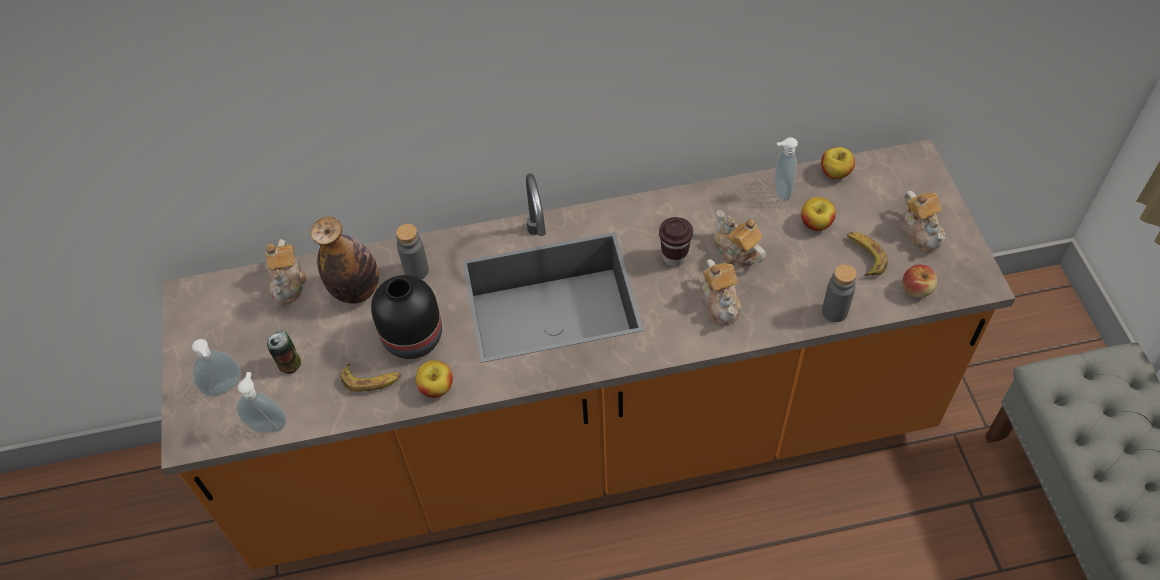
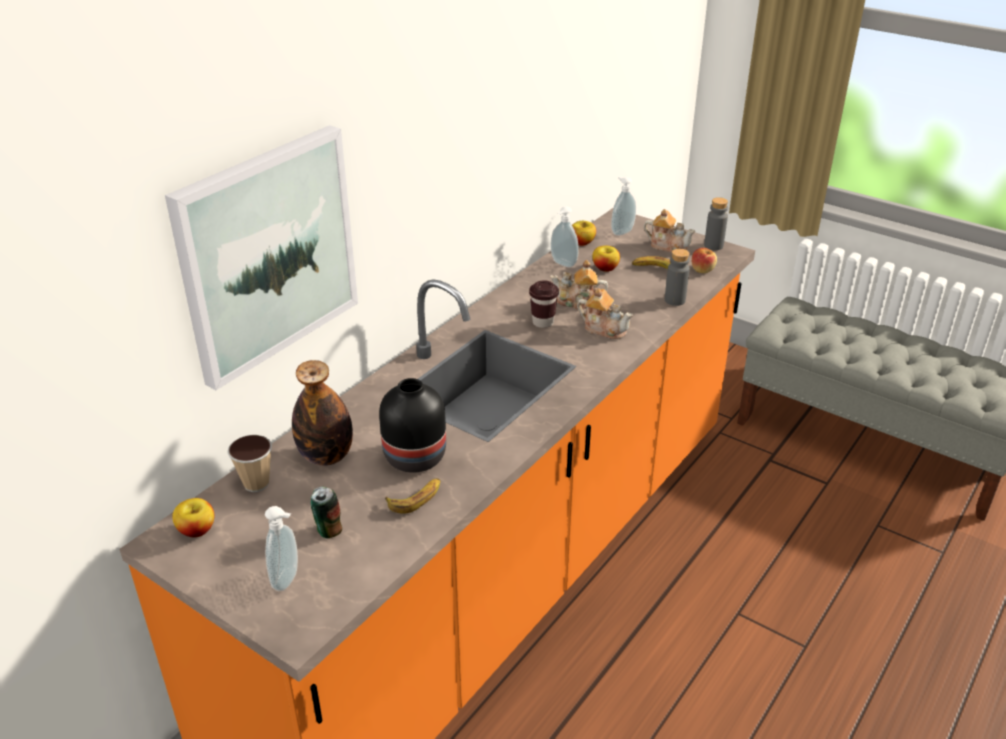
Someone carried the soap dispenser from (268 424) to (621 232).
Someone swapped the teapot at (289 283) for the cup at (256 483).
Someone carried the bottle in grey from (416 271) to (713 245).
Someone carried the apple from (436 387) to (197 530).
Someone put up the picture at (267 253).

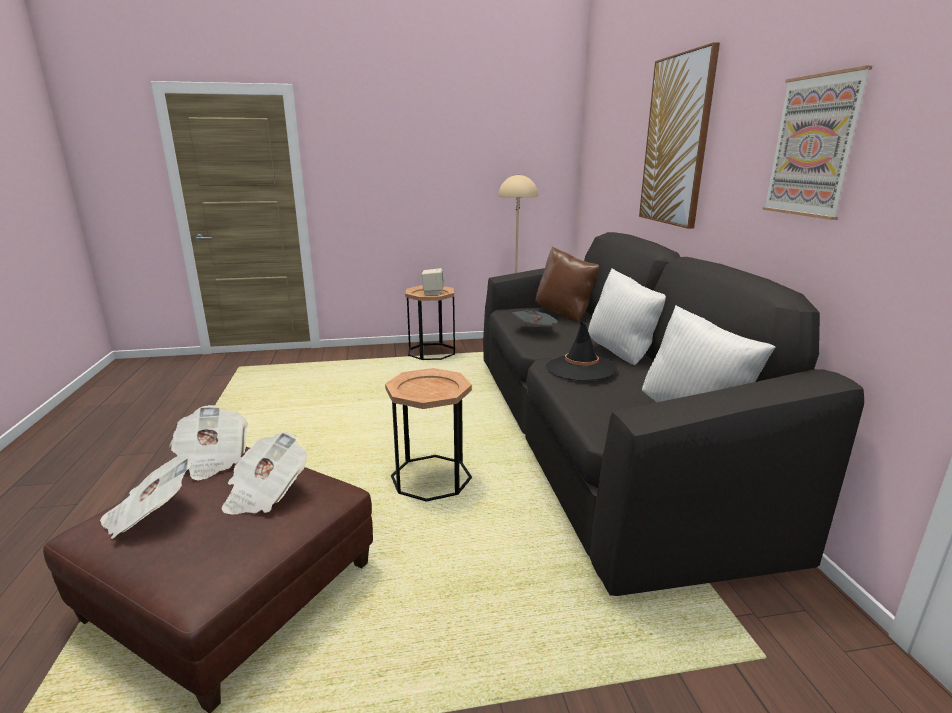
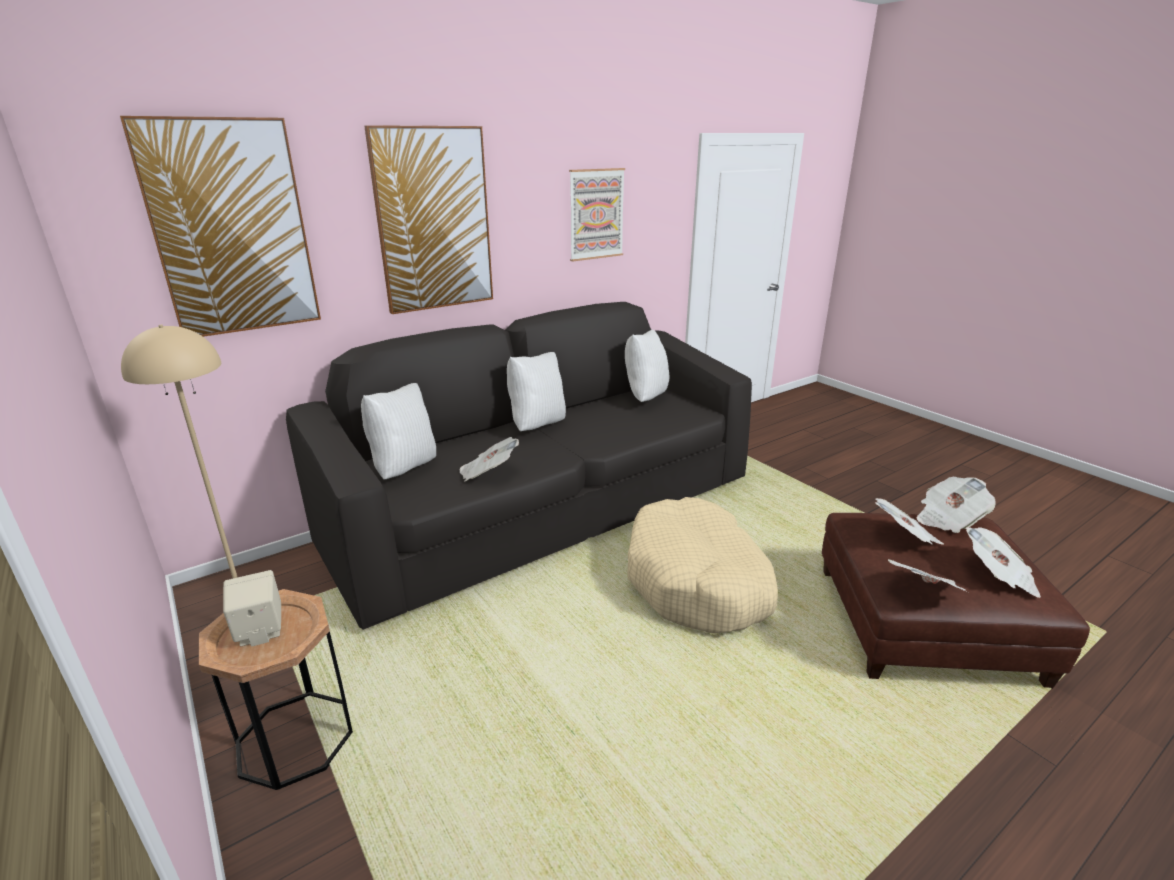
Someone swapped the side table in brown at (431 478) for the dog bed in beige at (697 581).
Someone repainted the pillow in brown at (565 315), which became the pillow in white at (404 468).
Someone took away the hat in black at (580 368).
Someone put up the picture at (231 229).
Someone put down the newspaper at (948 519).

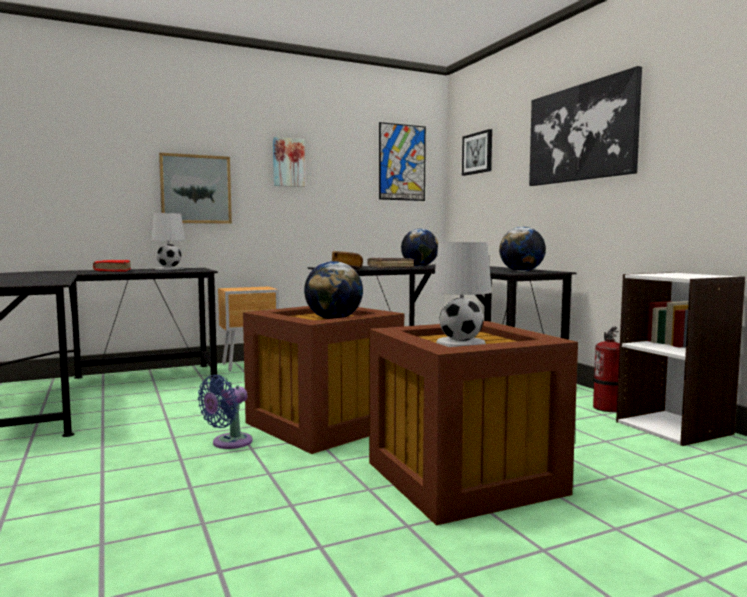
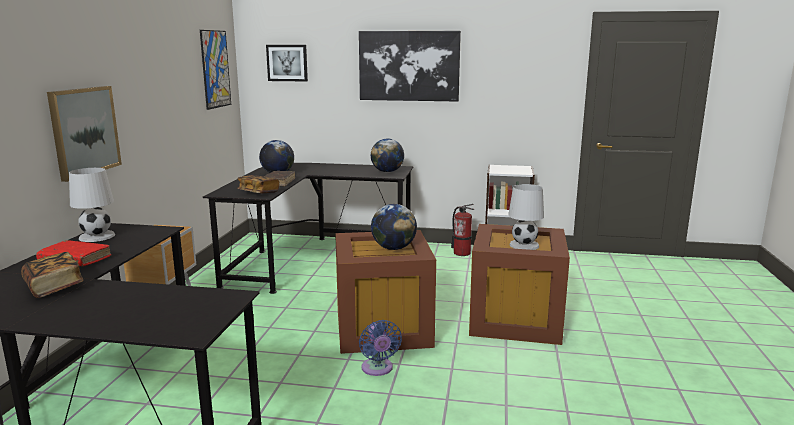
Someone took away the picture at (288 162).
Someone put down the book at (54 287).

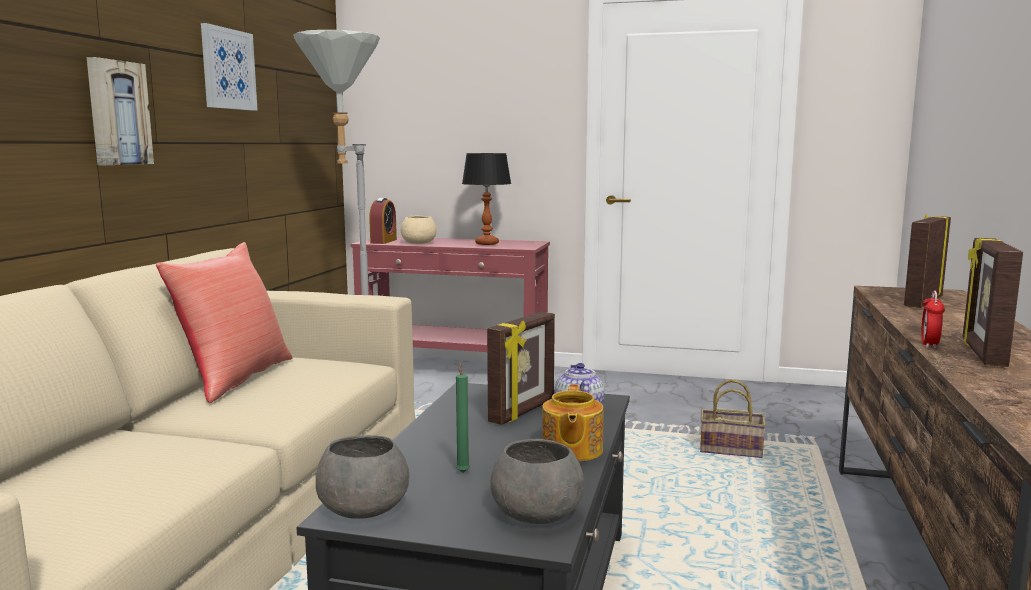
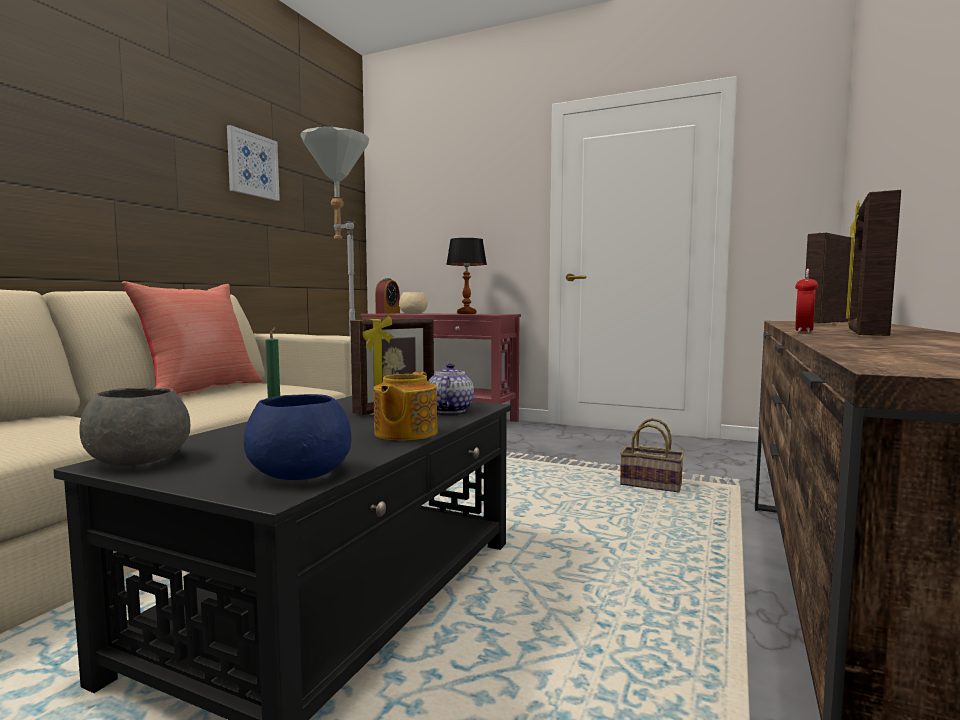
Someone took away the picture at (117 113).
Someone repainted the bowl in grey at (539 513), which became the bowl in blue at (302 473).

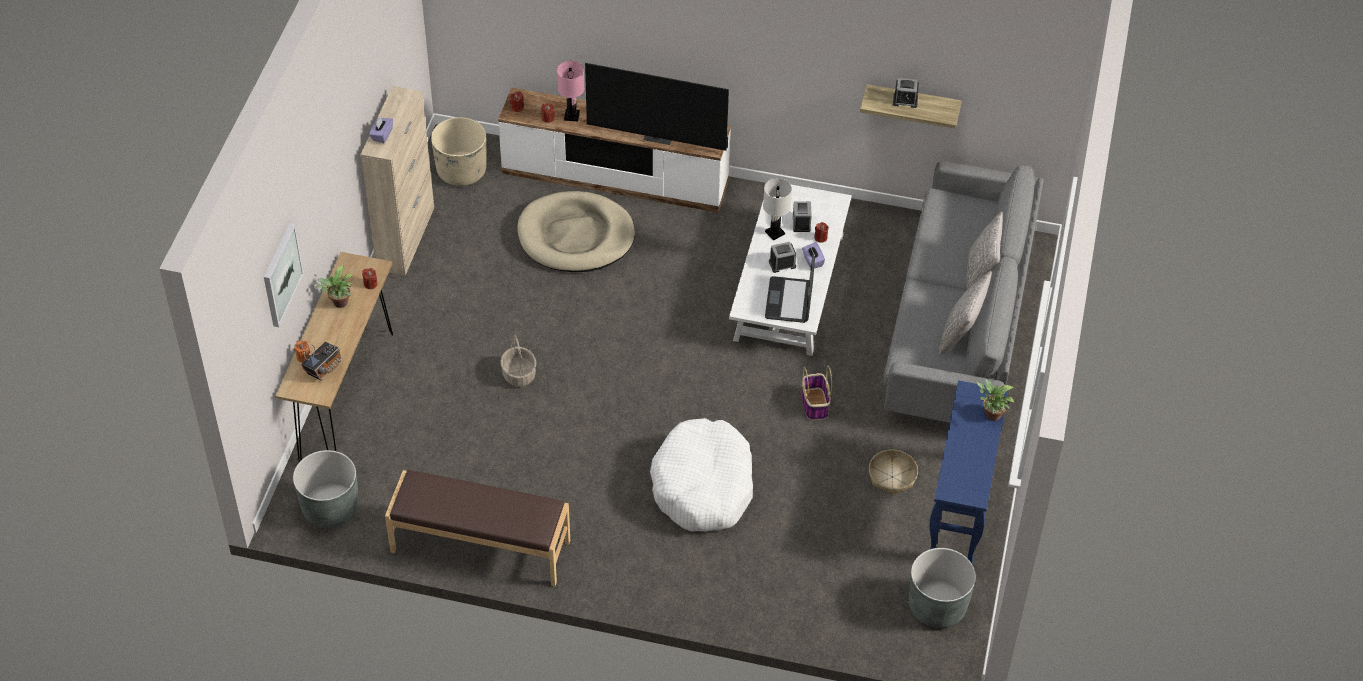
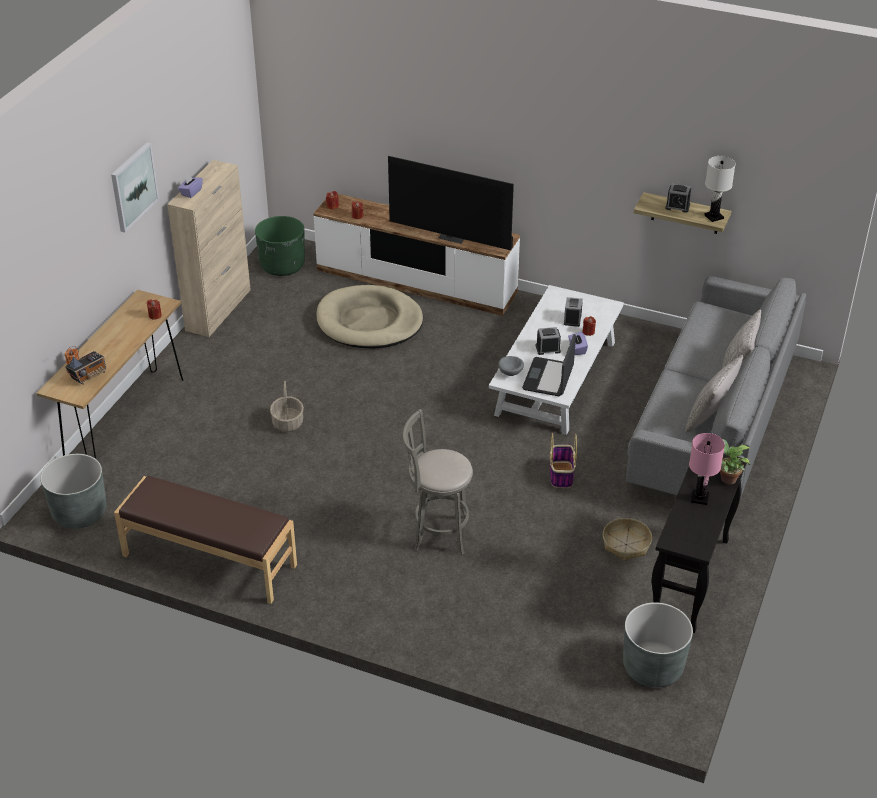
Someone carried the picture from (281 274) to (133 186).
Someone took away the potted plant at (339 303).
Someone repainted the planter in beige at (461 171), which became the planter in green at (282 266).
Someone carried the table lamp in pink from (571 116) to (699 498).
Someone swapped the dog bed in white at (703 486) for the stool in grey at (438 532).
Someone carried the table lamp in white from (775 233) to (714 217).
Someone repainted the console table in blue at (960 509), which became the console table in black at (690 580).
Someone put down the bowl in grey at (511 372).

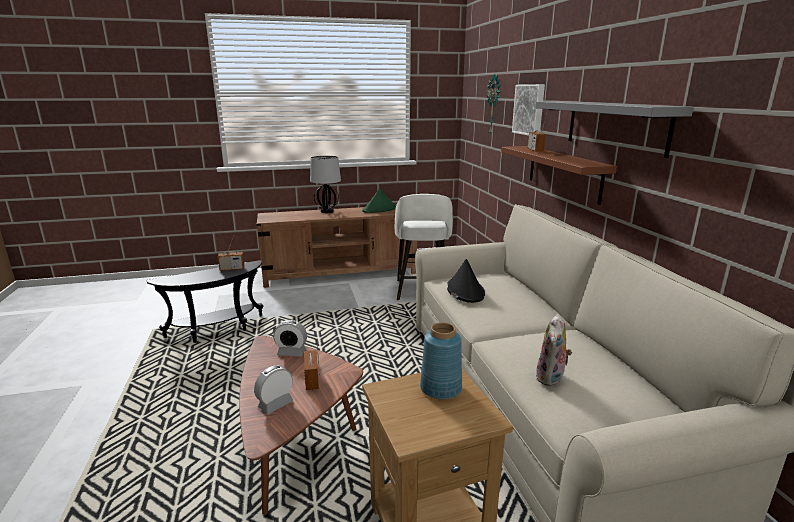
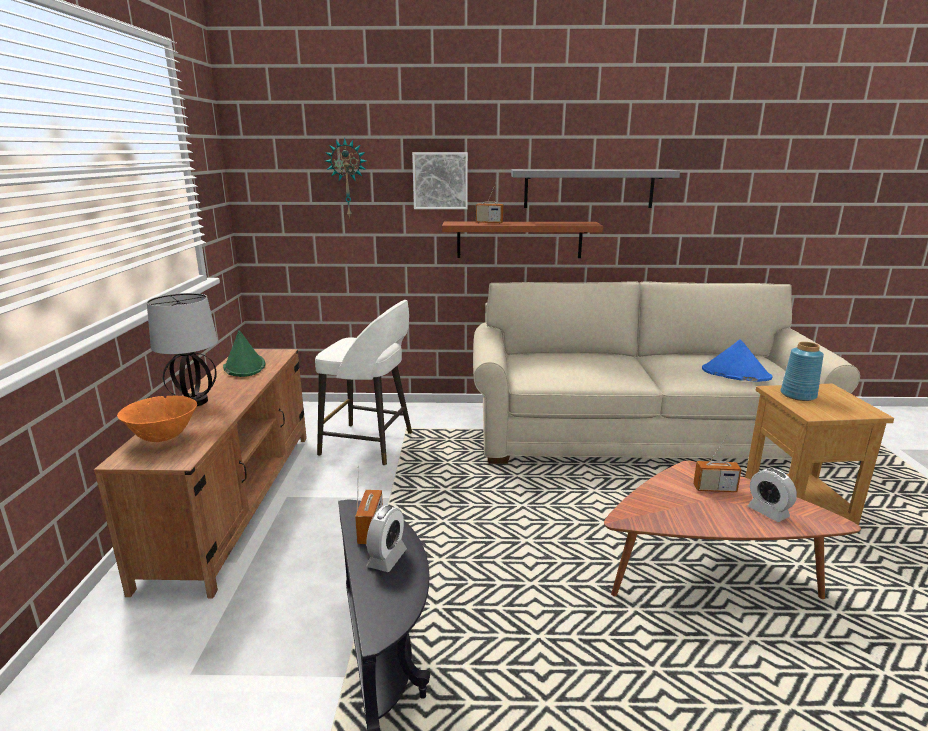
Someone carried the alarm clock from (291 352) to (387 558).
Someone took away the hat in black at (465 291).
Someone swapped the plush toy at (551 378) for the hat in blue at (735 374).
Someone put down the bowl in orange at (163 438).

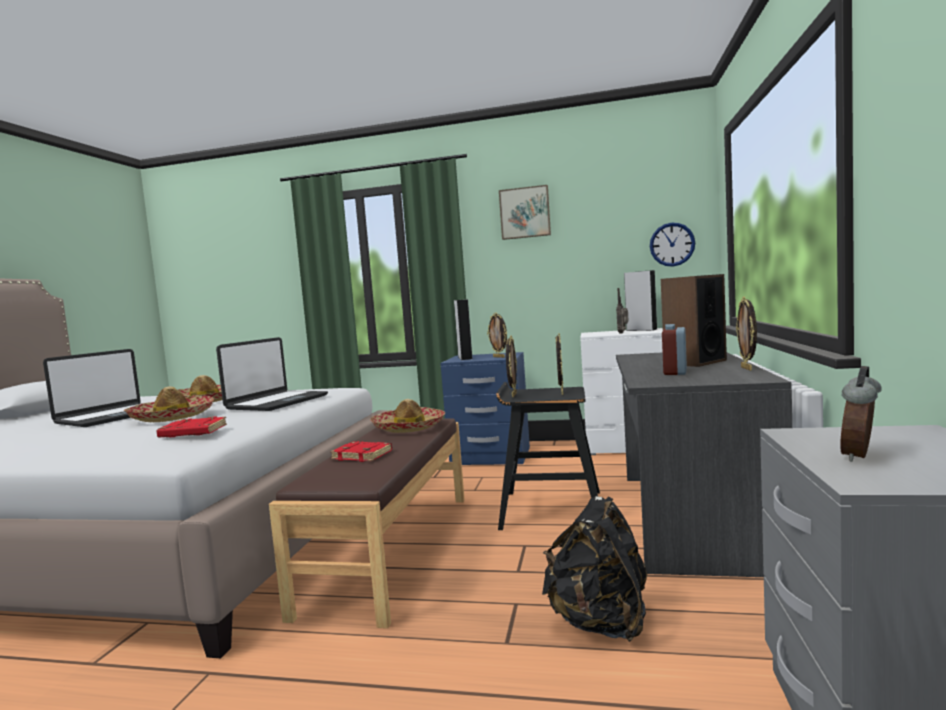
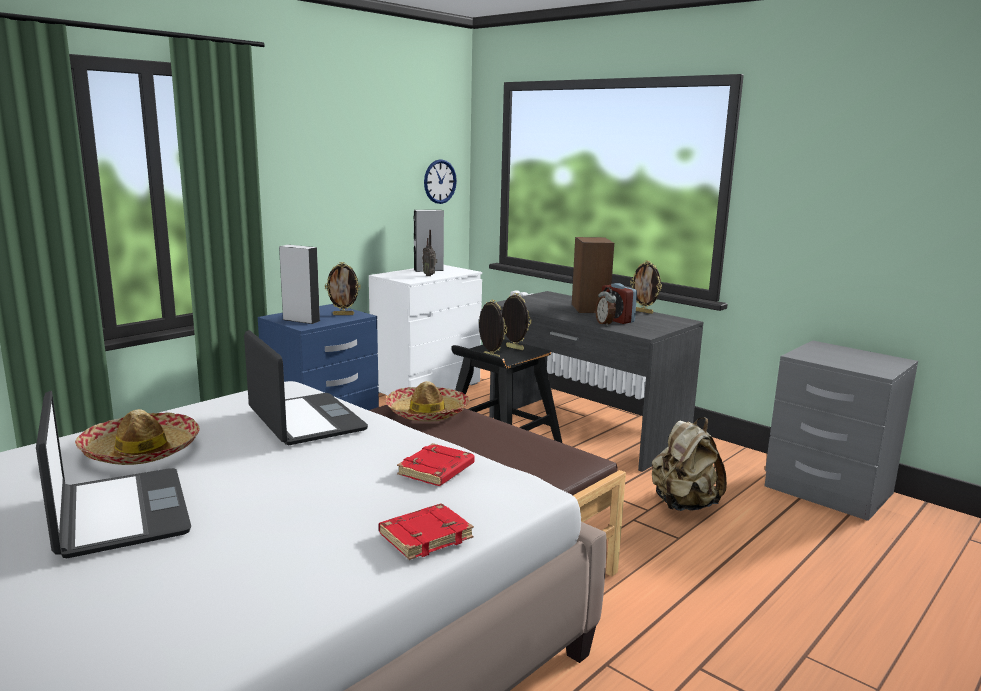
Someone took away the hat at (171 417).
Someone carried the book in red from (363 455) to (425 536).
Someone took away the picture at (525 213).
Someone repainted the backpack in black at (600 622), which became the backpack in beige at (684 505).
Someone carried the alarm clock from (861 456) to (605 324).

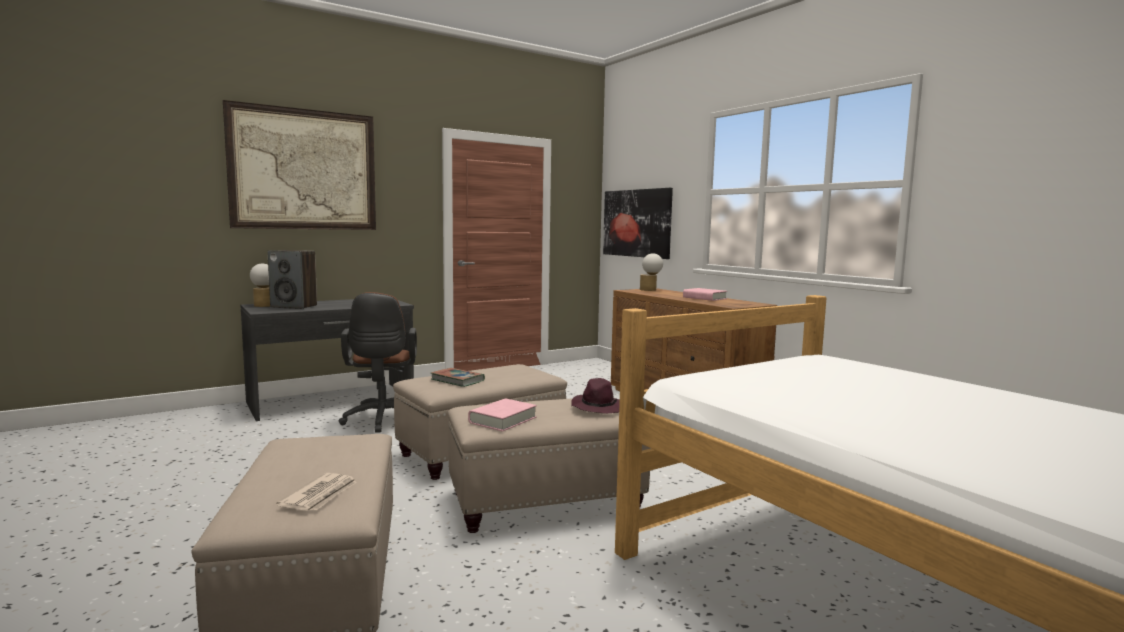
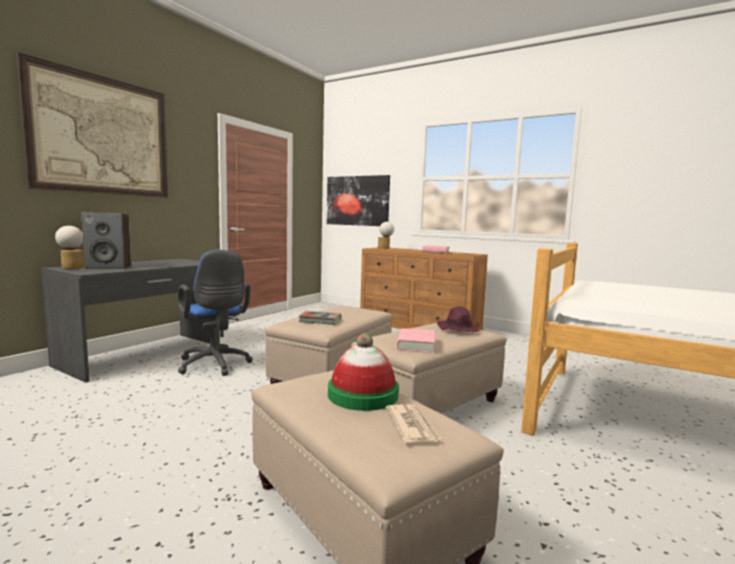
Someone repainted the office chair in brown at (381 421), which became the office chair in blue at (215 365).
Someone put down the hat at (363 395).

